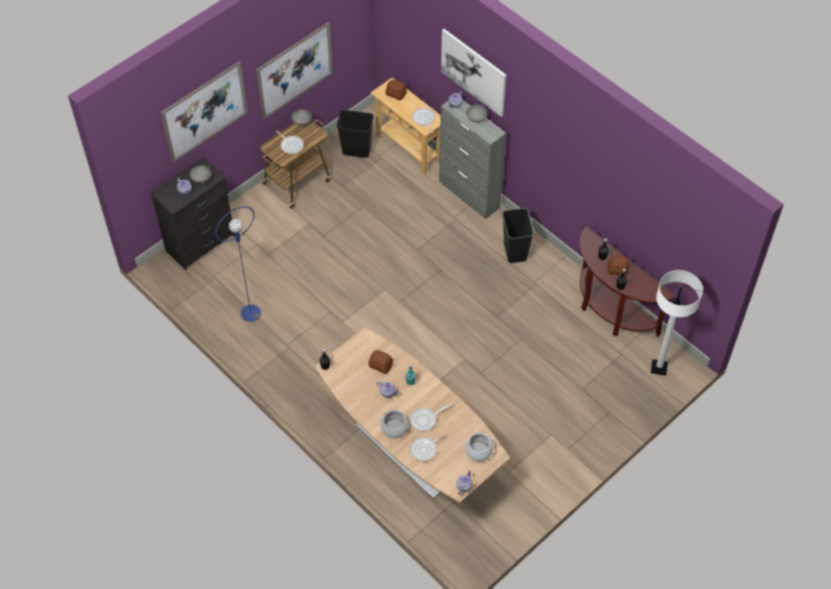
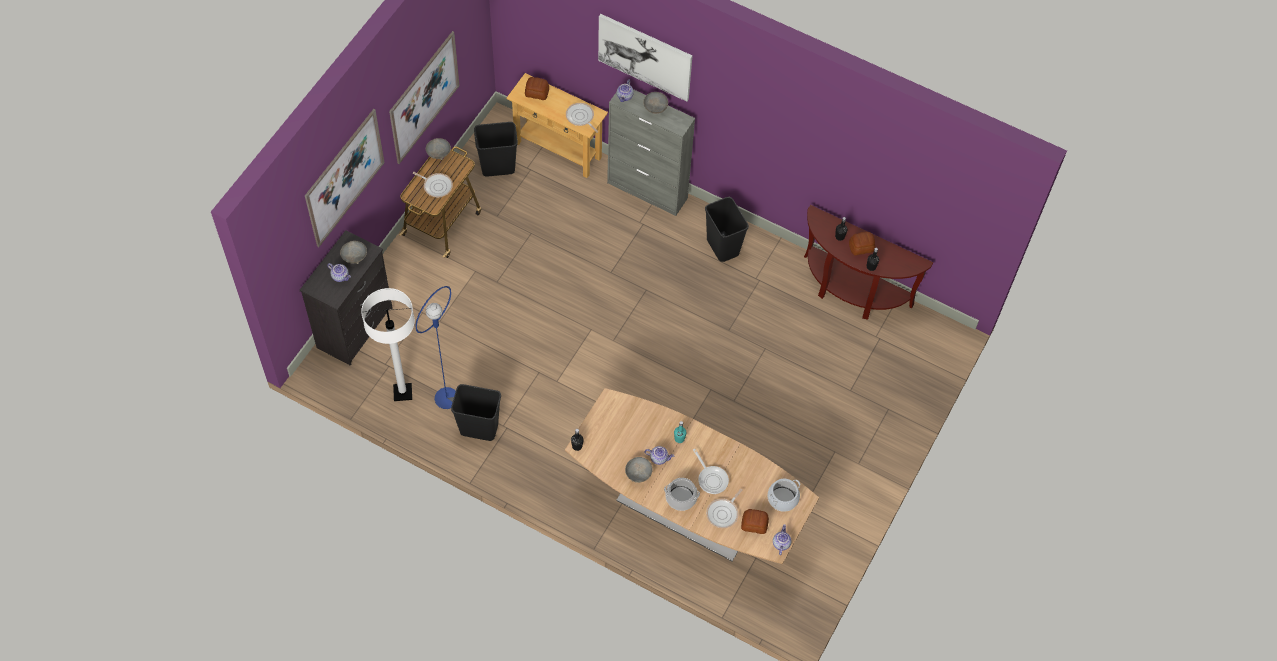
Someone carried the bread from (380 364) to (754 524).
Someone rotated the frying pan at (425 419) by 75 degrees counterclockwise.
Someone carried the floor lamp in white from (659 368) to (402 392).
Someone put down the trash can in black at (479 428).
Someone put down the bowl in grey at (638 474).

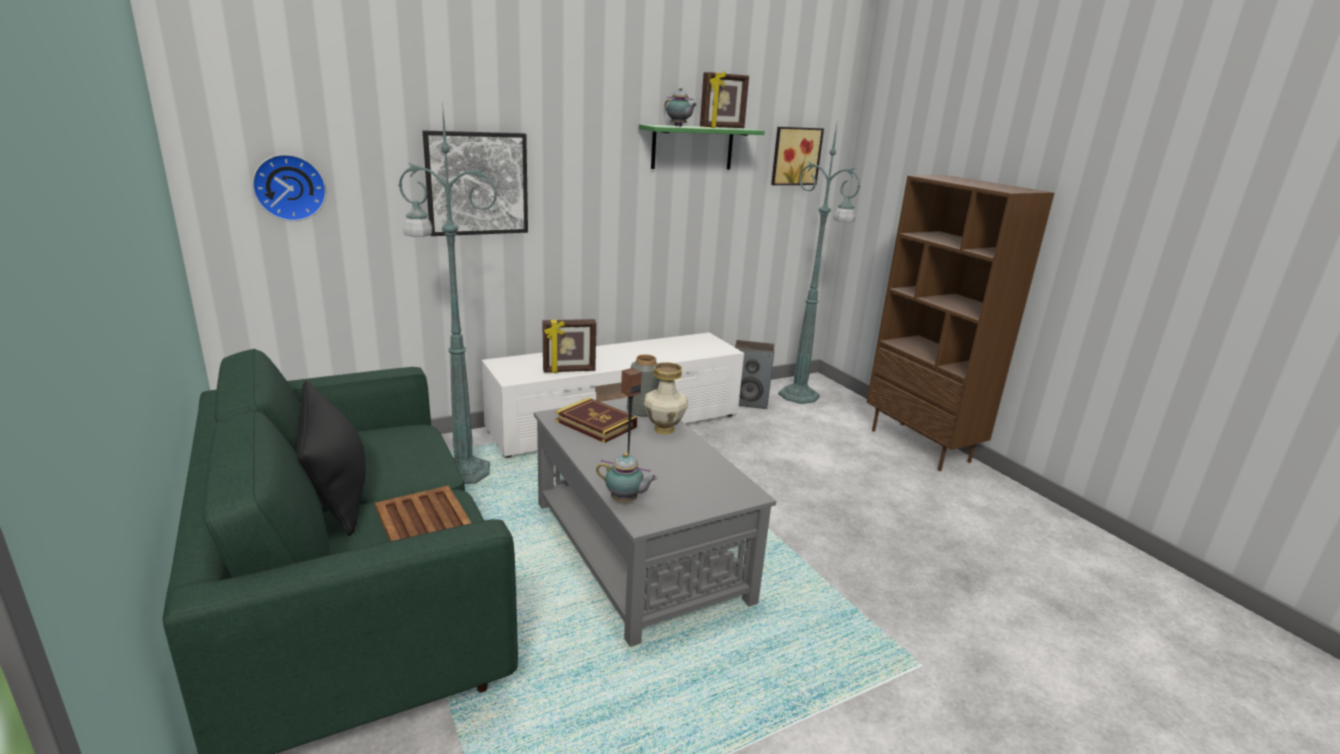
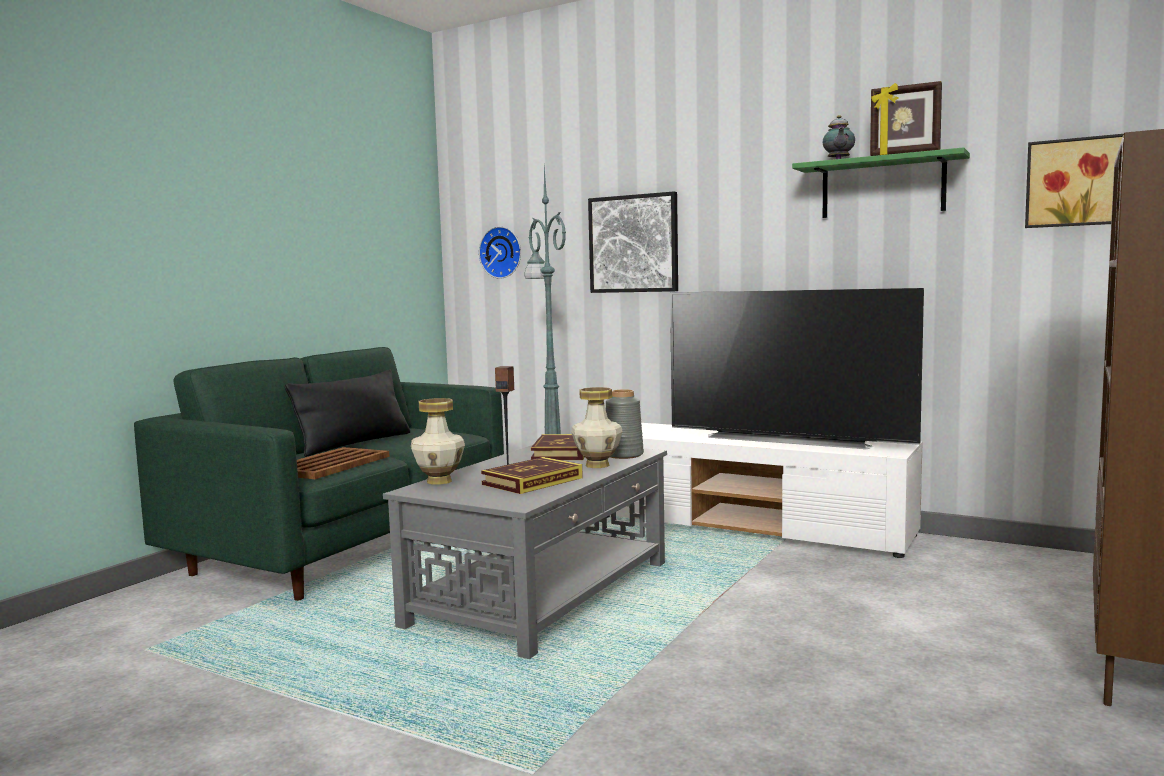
Someone took away the picture frame at (569 371).
Someone swapped the teapot at (625 501) for the vase at (438 481).
Someone took away the speaker at (749 401).
Someone took away the floor lamp in green at (800 396).
Someone put down the book at (532 481).
Someone put down the television at (790 439).

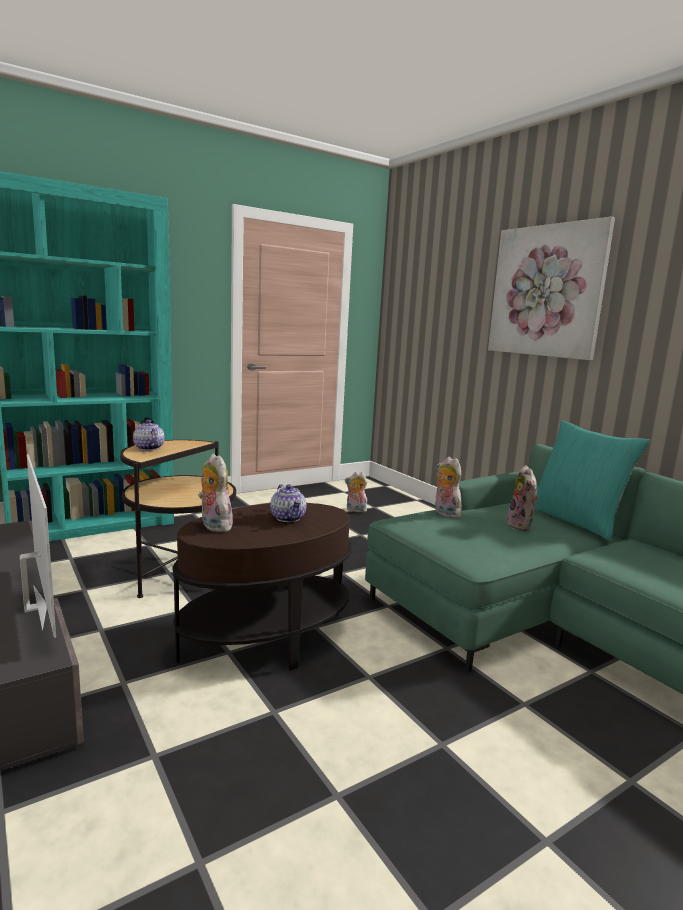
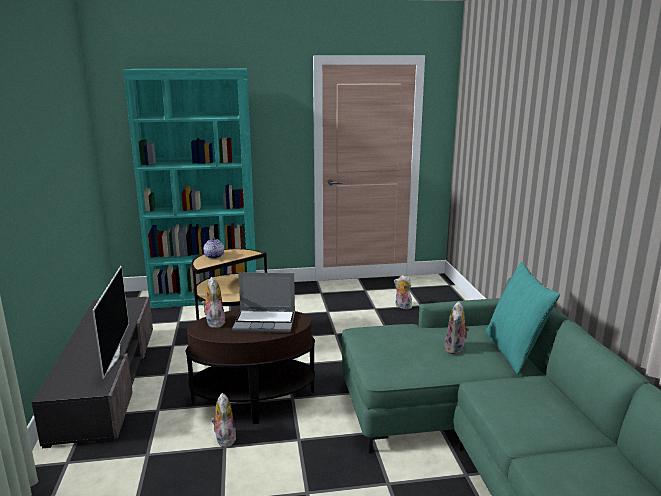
Someone swapped the teapot at (288 518) for the laptop at (266 322).
Someone carried the plush toy from (444 513) to (224 438).
Someone took away the picture at (546 291).

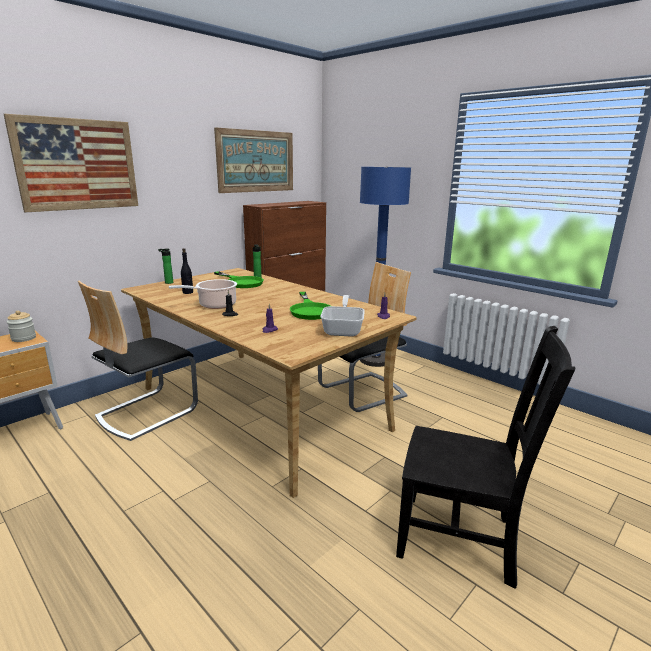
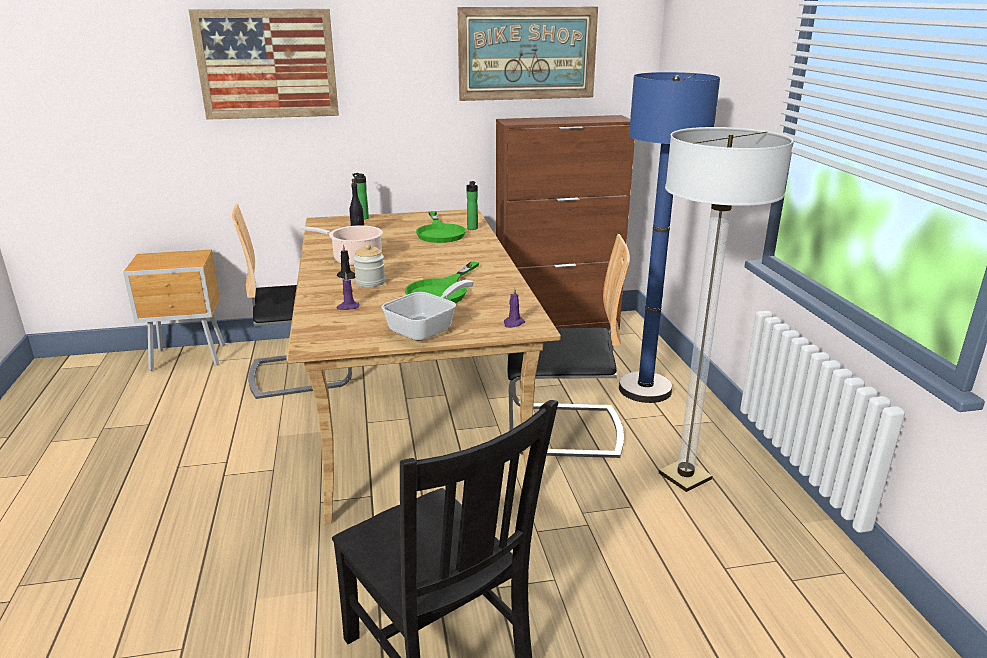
Someone carried the jar from (23 338) to (370 282).
Someone put down the floor lamp at (685 477).

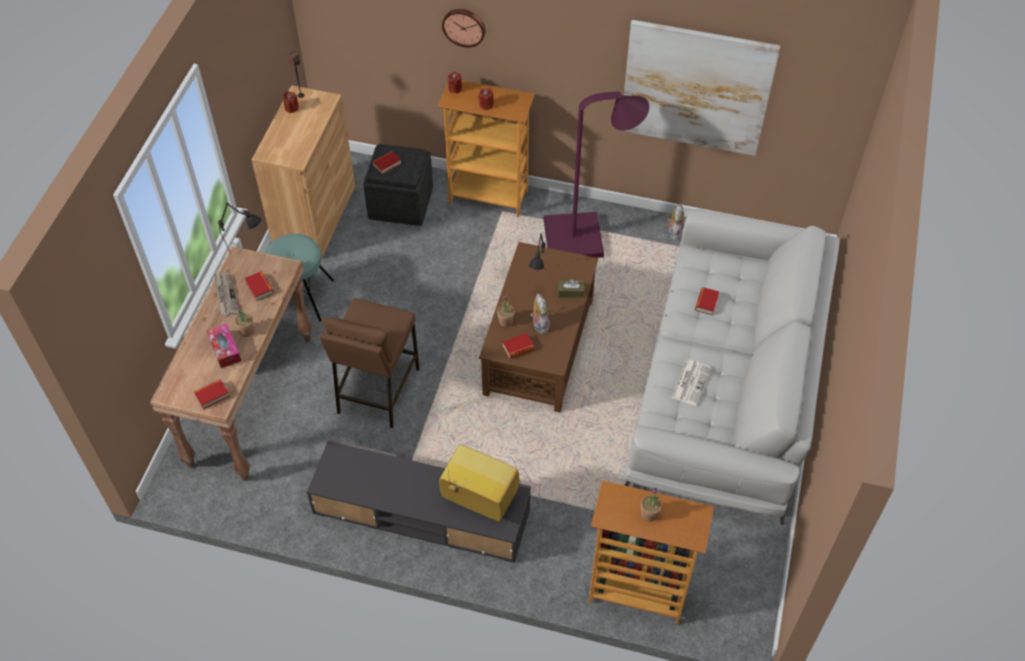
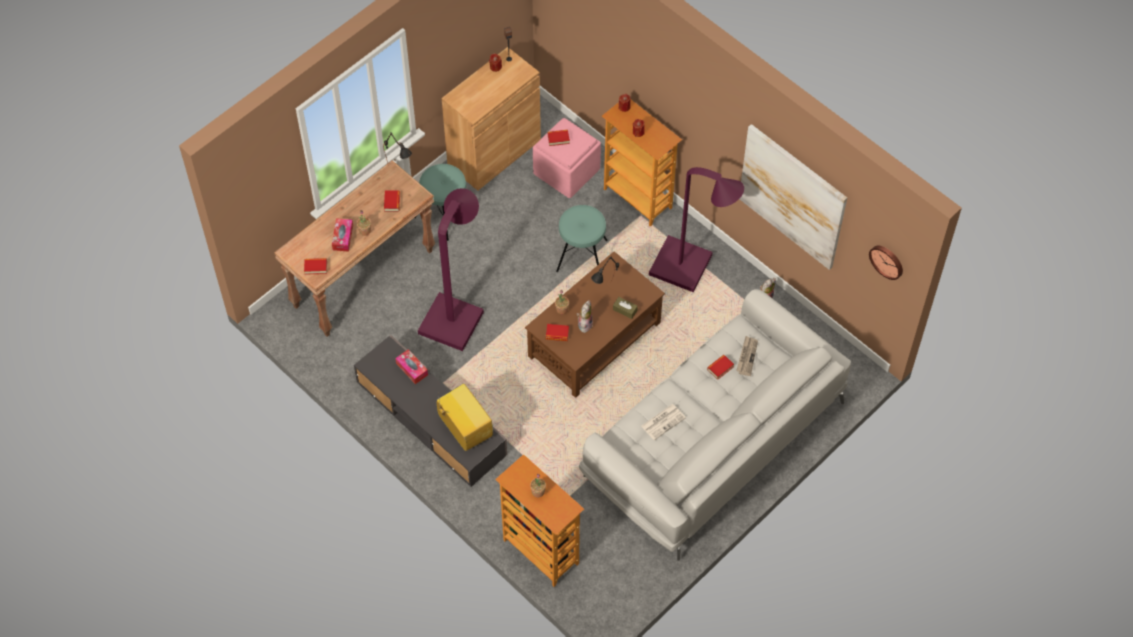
Someone carried the newspaper from (226 295) to (747 356).
Someone swapped the stool in brown at (377 390) for the floor lamp in purple at (455 315).
Someone repainted the ottoman in grey at (400 202), which became the ottoman in pink at (566 170).
Someone carried the wall clock from (464 26) to (887 261).
Someone put down the tissue box at (412 369).
Someone put down the stool in turquoise at (582 256).

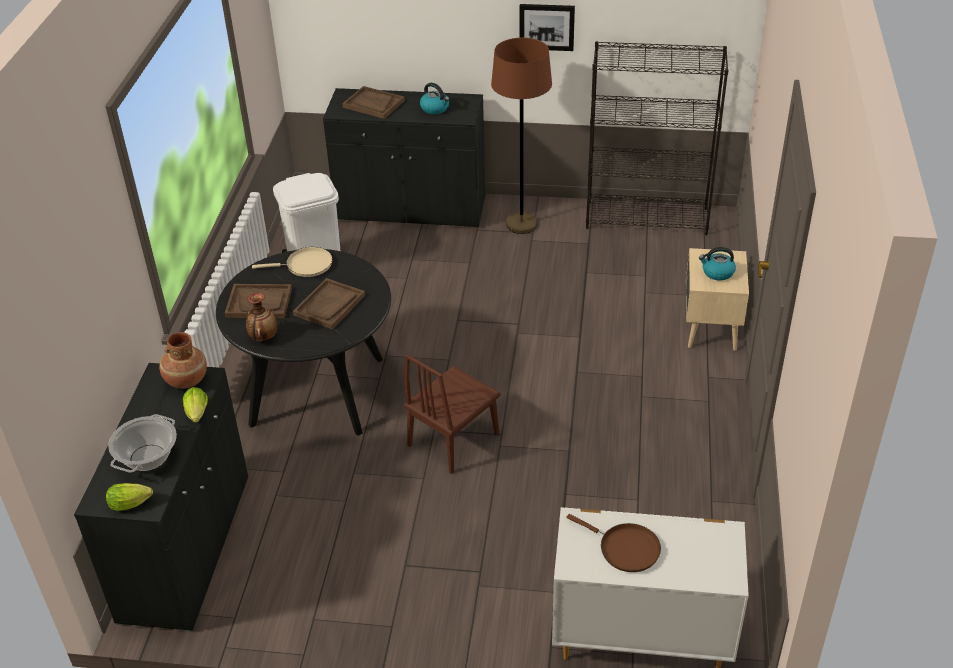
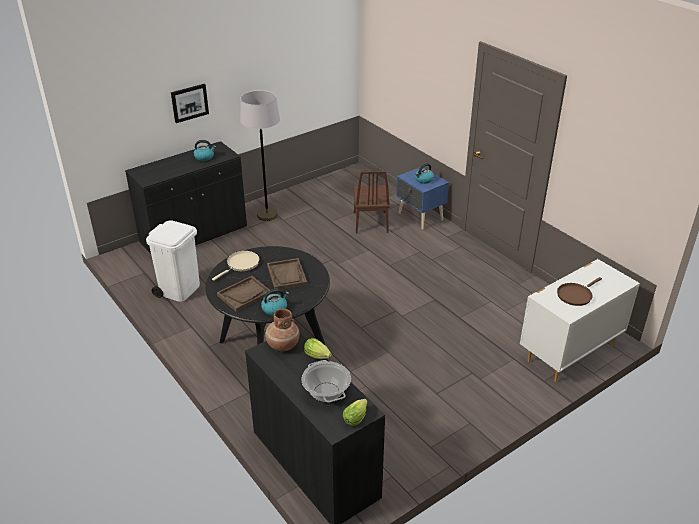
Someone swapped the vase at (263 337) for the kettle at (275 309).
Someone took away the tray in brown at (373 104).
Someone carried the chair in brown from (453 439) to (370 222).
Someone repainted the floor lamp in brown at (521 224), which became the floor lamp in grey at (267 215).
Someone carried the picture from (547 26) to (189 102).
Someone rotated the frying pan in brown at (625 548) by 150 degrees clockwise.
Someone took away the bookcase in black at (647 218).
Someone repainted the nightstand in beige at (709 329), which became the nightstand in blue at (420 217).

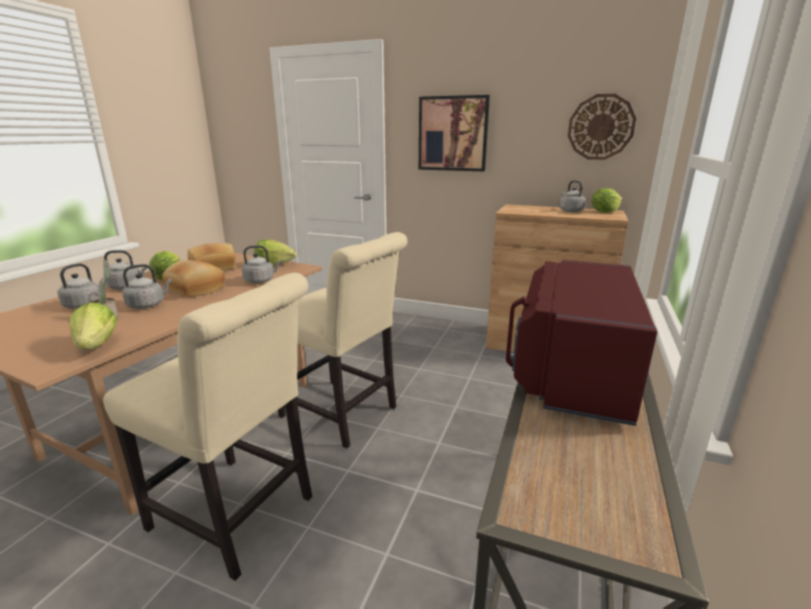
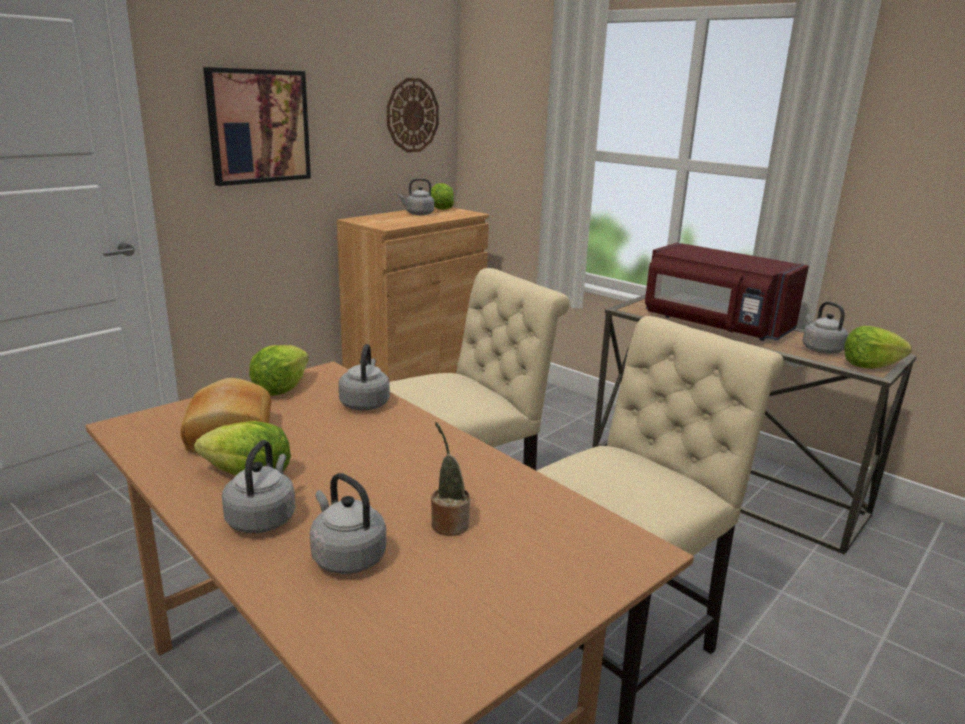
Someone carried the lettuce from (97 345) to (870 365).
Someone carried the kettle in grey from (148 305) to (820 349).
Someone took away the bread at (194 289).

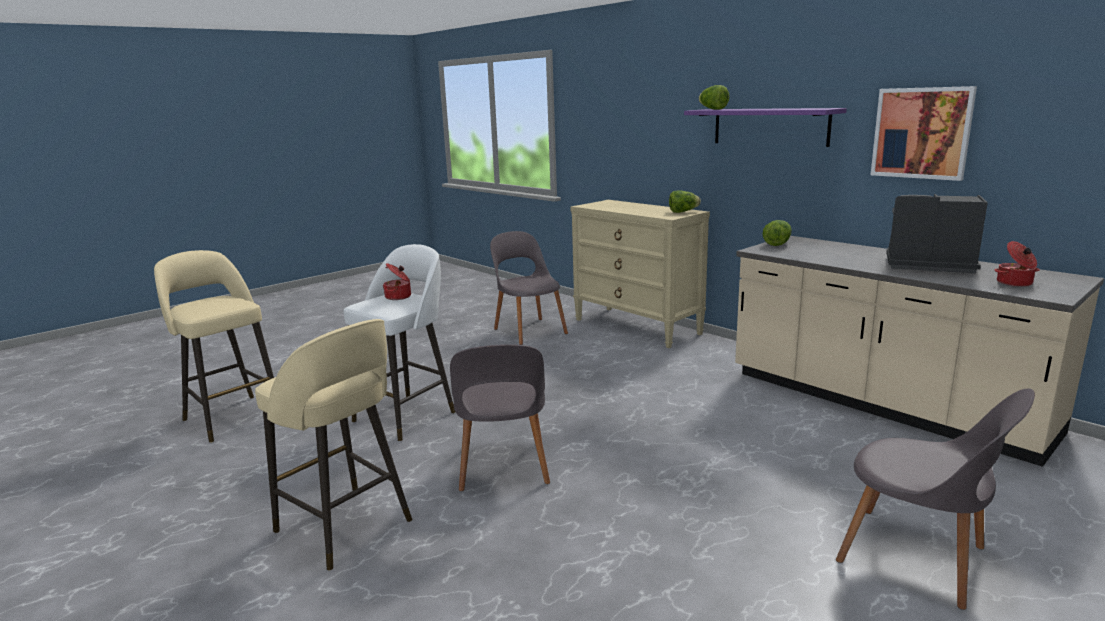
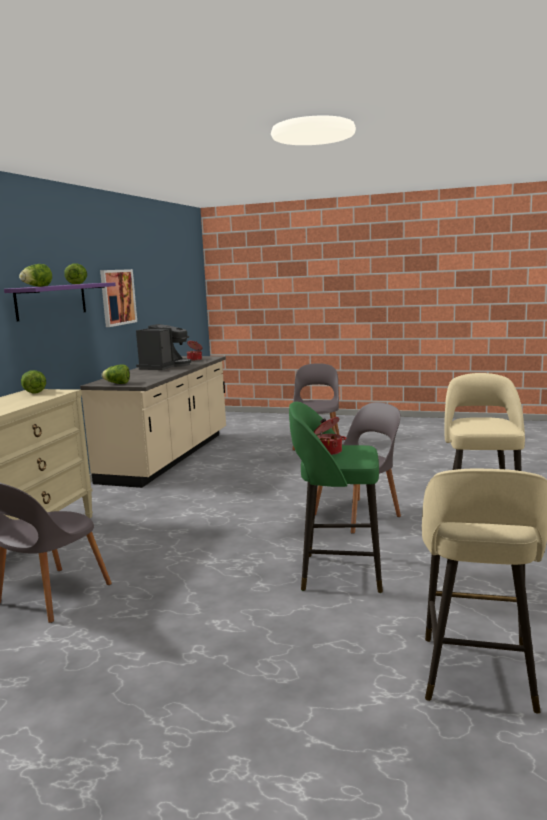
Someone repainted the stool in white at (407 416), which became the stool in green at (338 573).
Someone rotated the coffee machine at (926 265) by 150 degrees counterclockwise.
Someone put down the lettuce at (78 284).

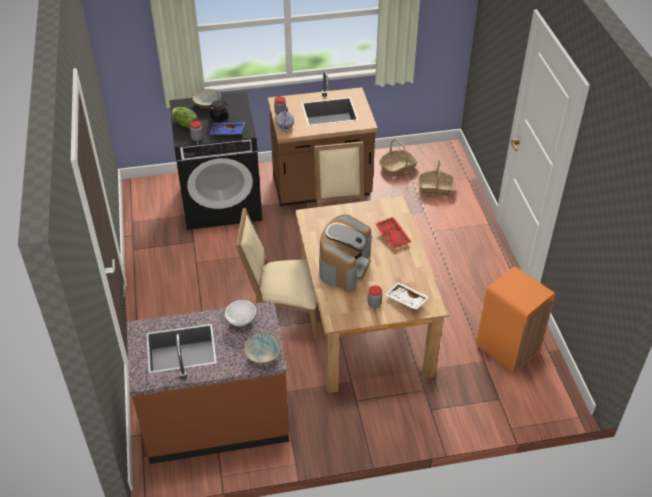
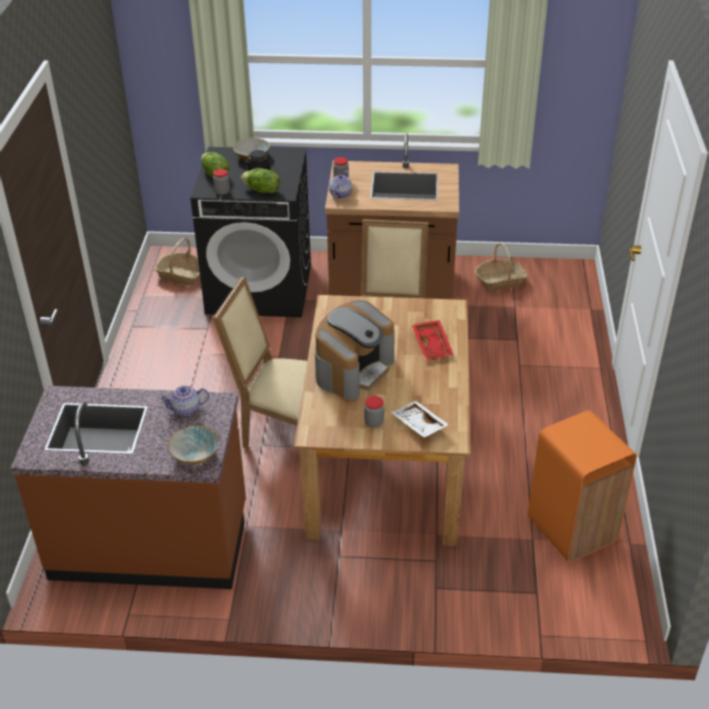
Someone swapped the tray in blue at (227 133) for the lettuce at (262 191).
Someone swapped the bowl in white at (241 321) for the teapot at (186 409).
Someone carried the basket from (435 188) to (181 275).

